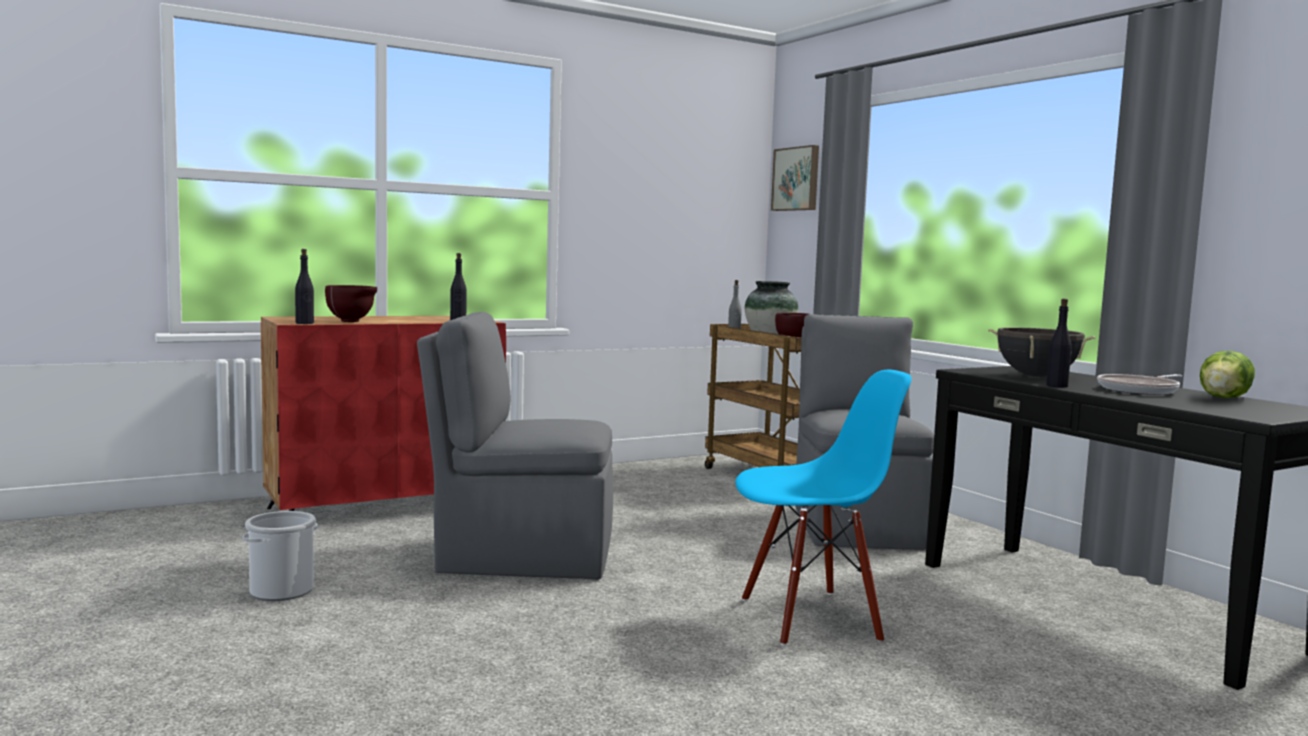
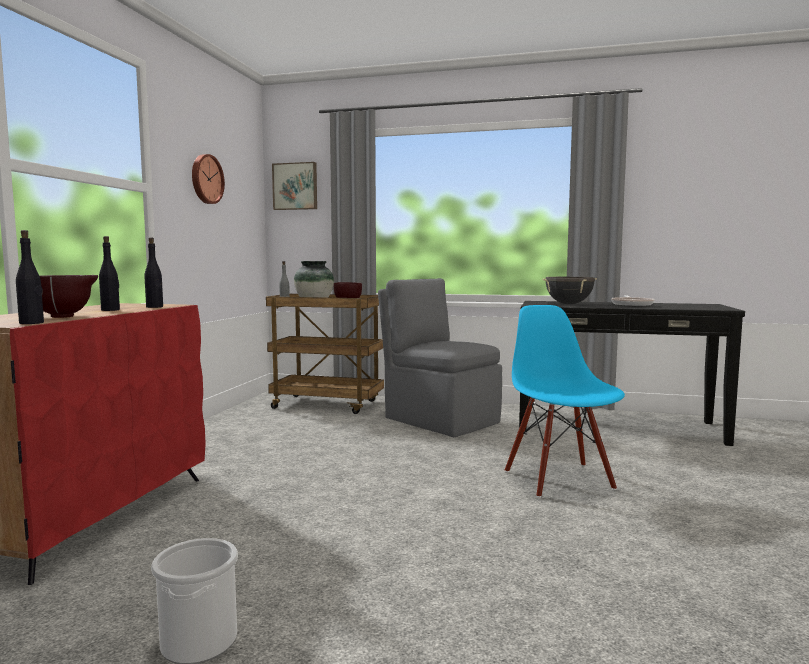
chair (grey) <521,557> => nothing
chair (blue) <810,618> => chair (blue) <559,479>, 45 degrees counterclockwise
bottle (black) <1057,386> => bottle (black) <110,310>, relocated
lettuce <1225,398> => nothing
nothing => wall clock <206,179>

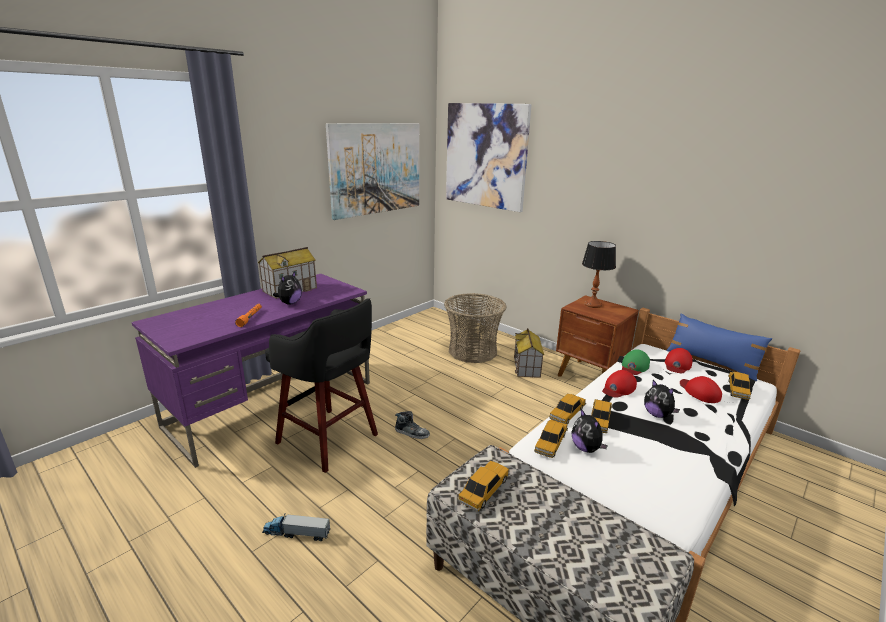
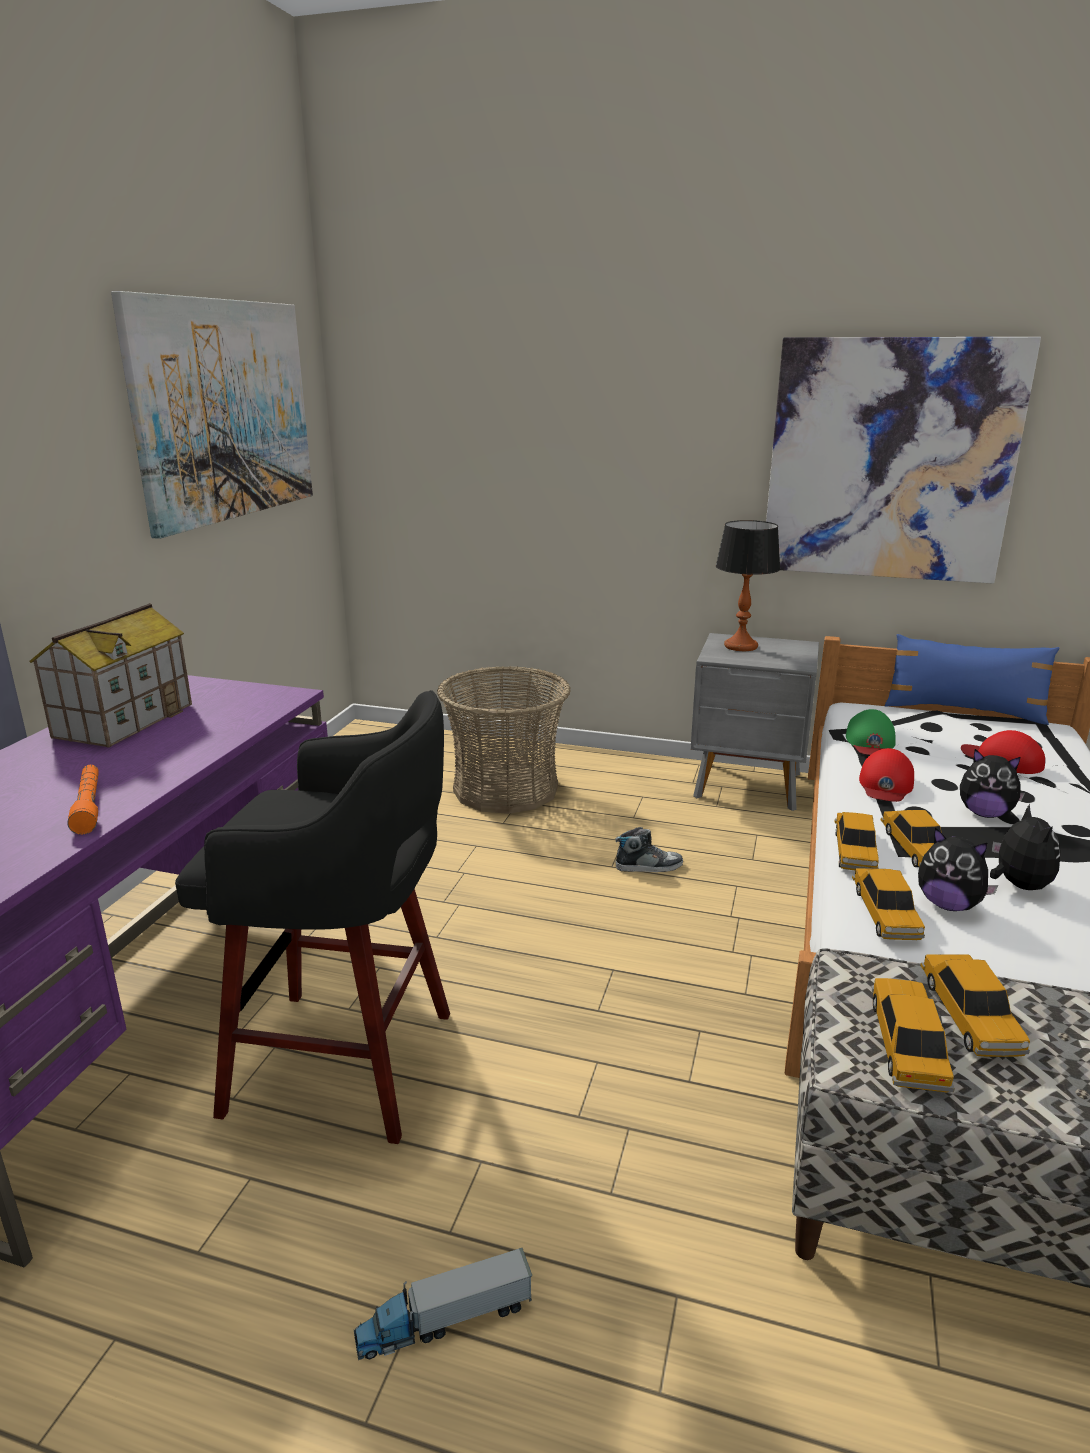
plush toy <289,303> => plush toy <1017,885>, relocated
shoe <412,433> => shoe <648,866>, relocated
picture <485,156> => picture <889,461>, relocated
toy house <527,367> => nothing
nightstand (brown) <590,377> => nightstand (grey) <749,786>
cap (red) <677,365> => nothing
toy car <738,390> => toy car <970,1015>, relocated

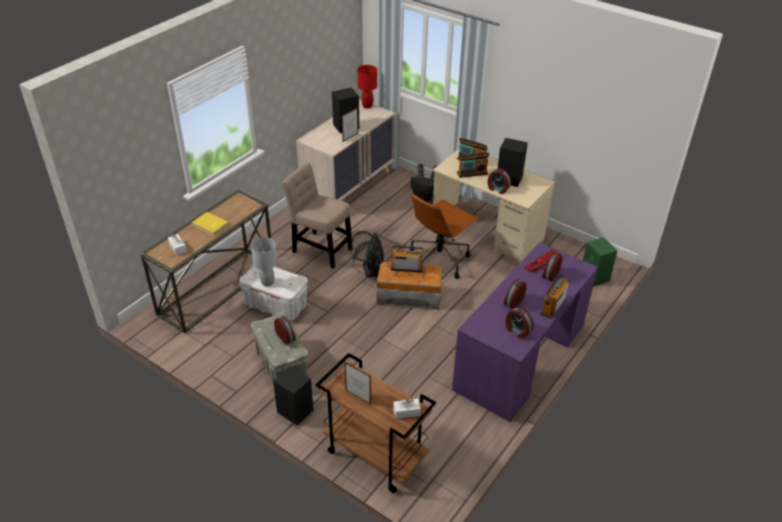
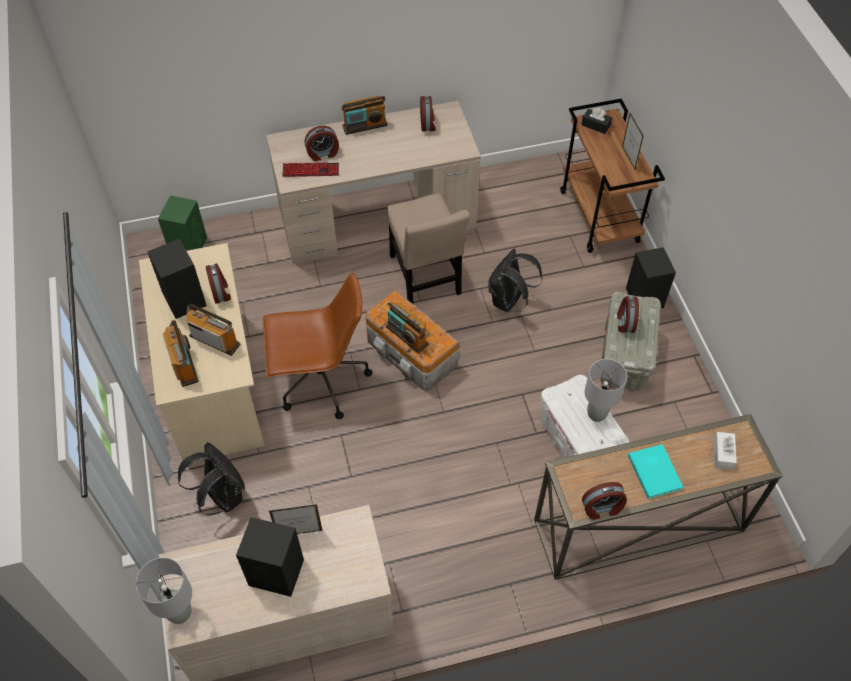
book (yellow) <210,225> => book (turquoise) <655,471>
chair (beige) <320,249> => chair (beige) <425,278>, relocated
backpack (black) <369,271> => backpack (black) <508,301>, relocated
table lamp (red) <367,106> => table lamp (grey) <179,613>
tissue box (white) <406,412> => tissue box (black) <595,125>
desk (purple) <519,357> => desk (beige) <377,218>
alarm clock <513,301> => alarm clock <602,508>, relocated

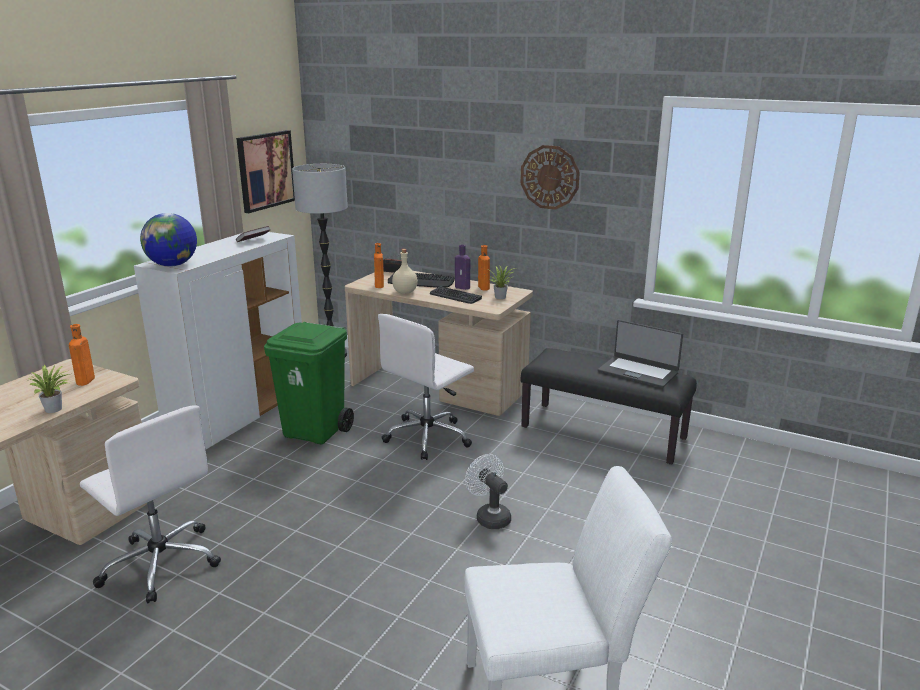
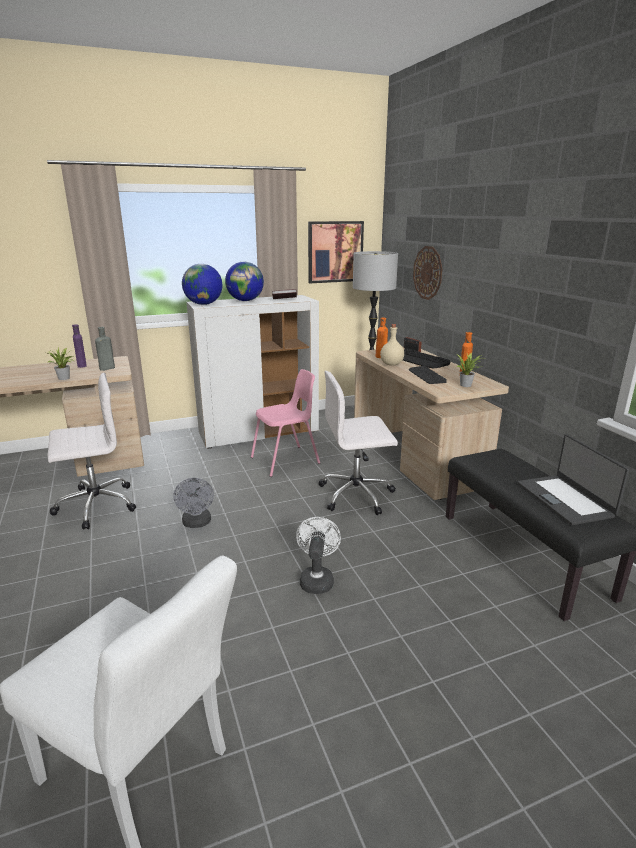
bottle (orange) <85,381> => bottle (grey) <106,369>
office chair (white) <160,563> => office chair (white) <95,505>, 105 degrees counterclockwise
trash can (green) <315,432> => chair (pink) <286,461>
bottle (purple) <463,287> => bottle (purple) <82,365>, relocated
wall clock <549,177> => wall clock <428,273>, relocated
nothing => fan (grey) <197,523>
nothing => globe <245,300>

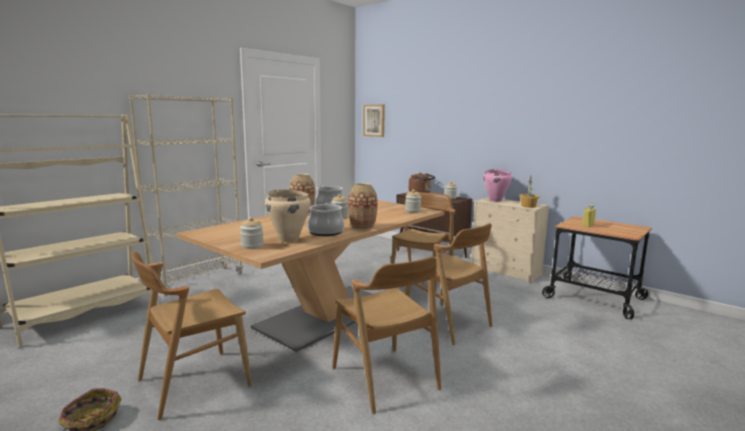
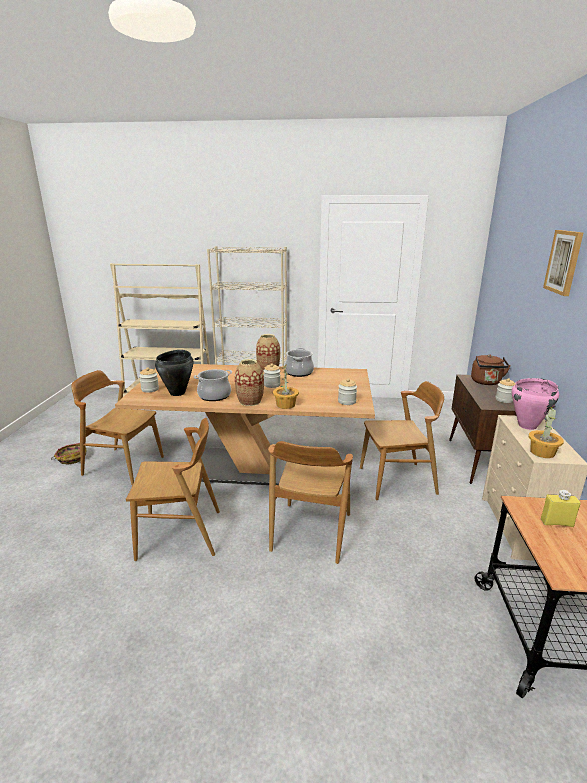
cooking pot (beige) <289,240> => cooking pot (black) <178,393>
chair (brown) <384,379> => chair (brown) <180,534>, 120 degrees counterclockwise
picture <374,120> => picture <564,262>, relocated
nothing => potted plant <286,405>

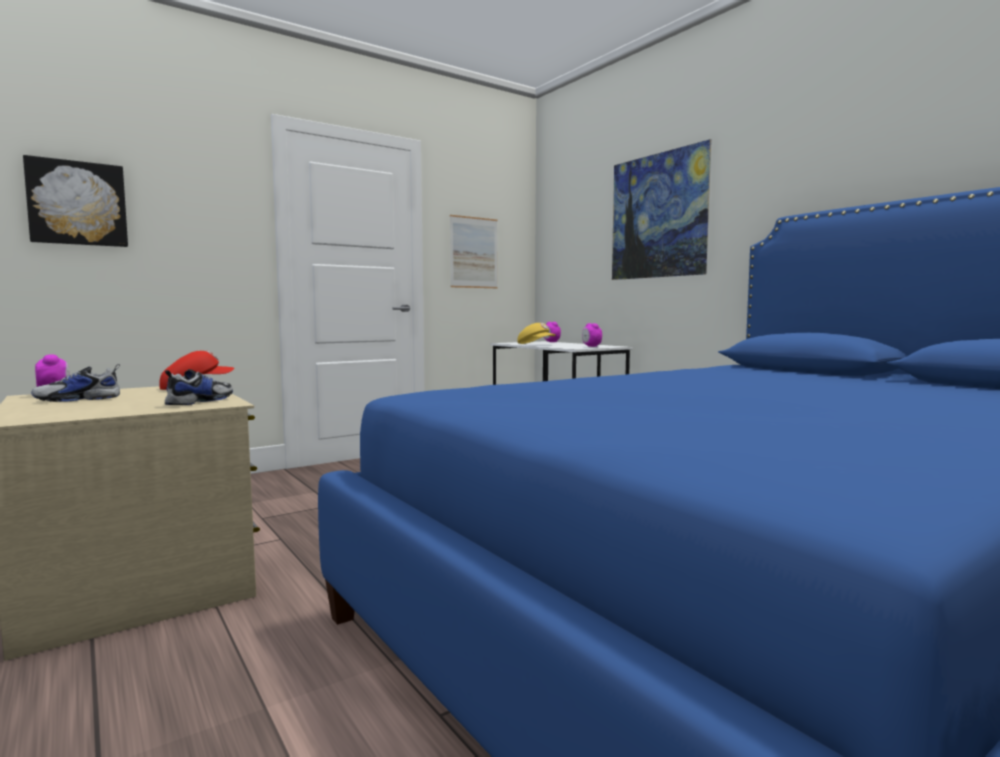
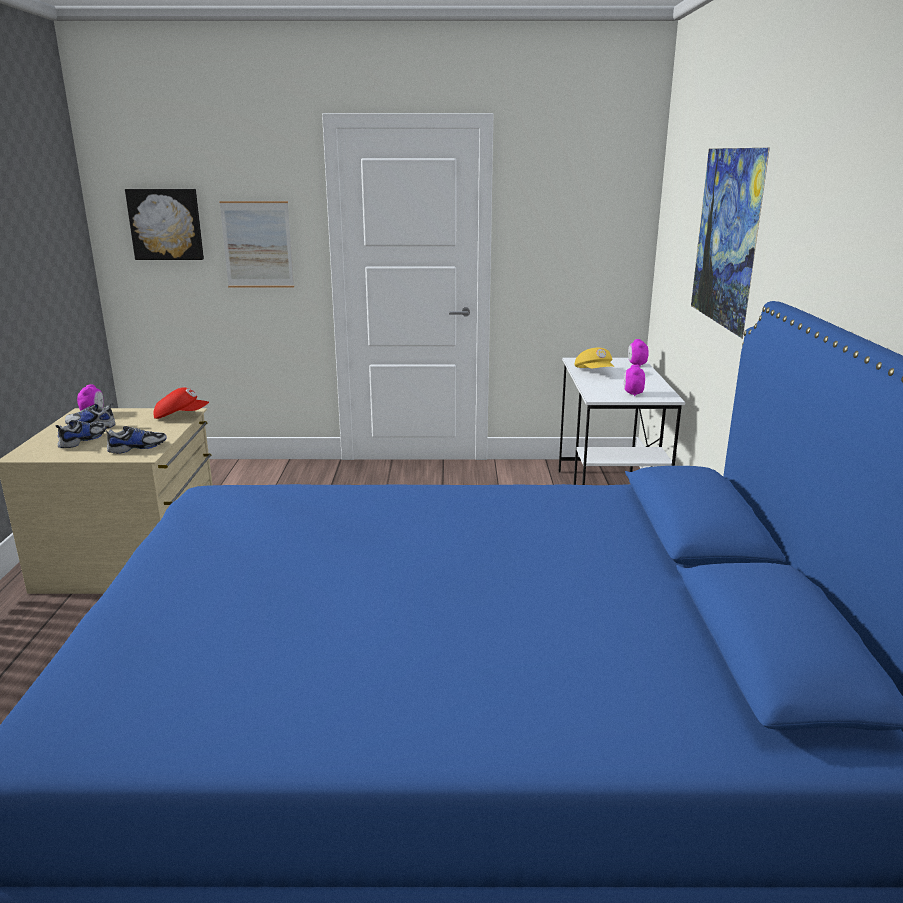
picture <474,252> => picture <257,245>, relocated
nothing => shoe <82,440>

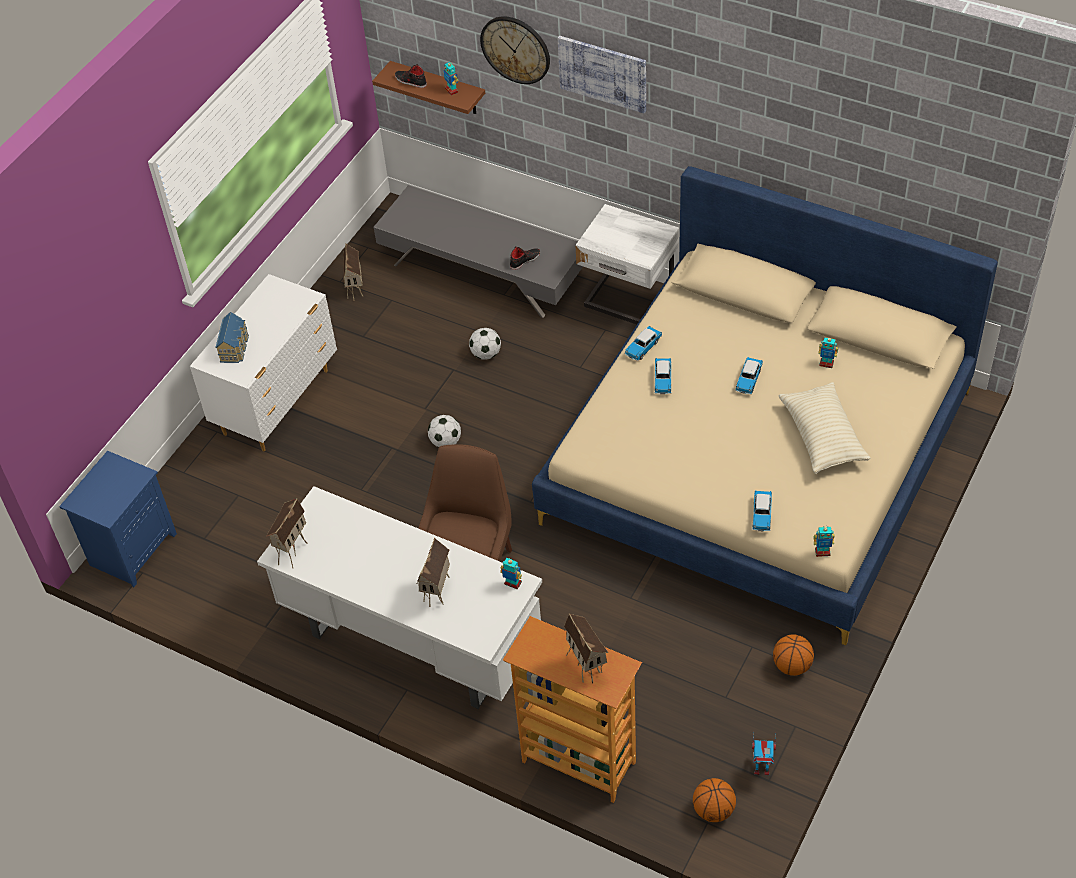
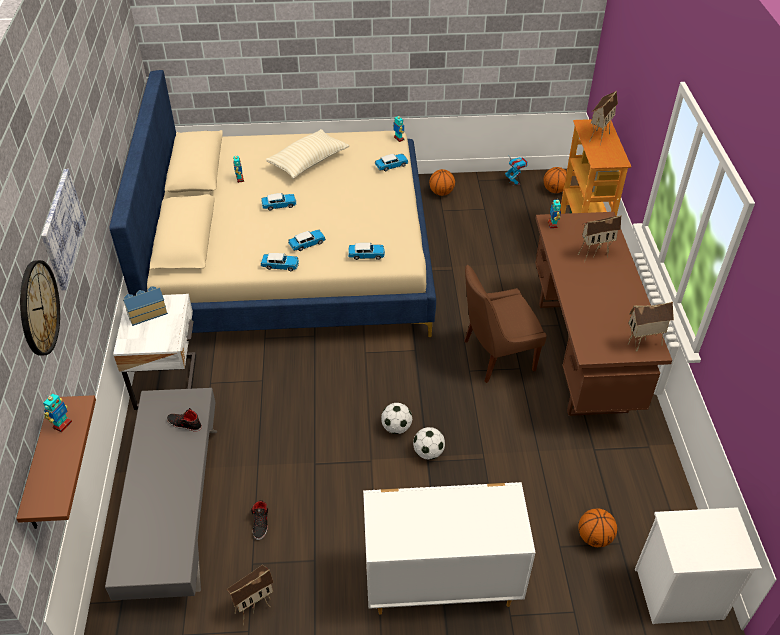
nightstand (blue) <132,548> => nightstand (white) <678,595>
toy house <235,347> => toy house <146,313>, relocated
desk (white) <411,645> => desk (brown) <582,355>
shoe (black) <410,81> => shoe (black) <261,523>, relocated
football <486,354> => football <428,453>, relocated
nothing => toy car <366,255>
nothing => basketball <594,537>

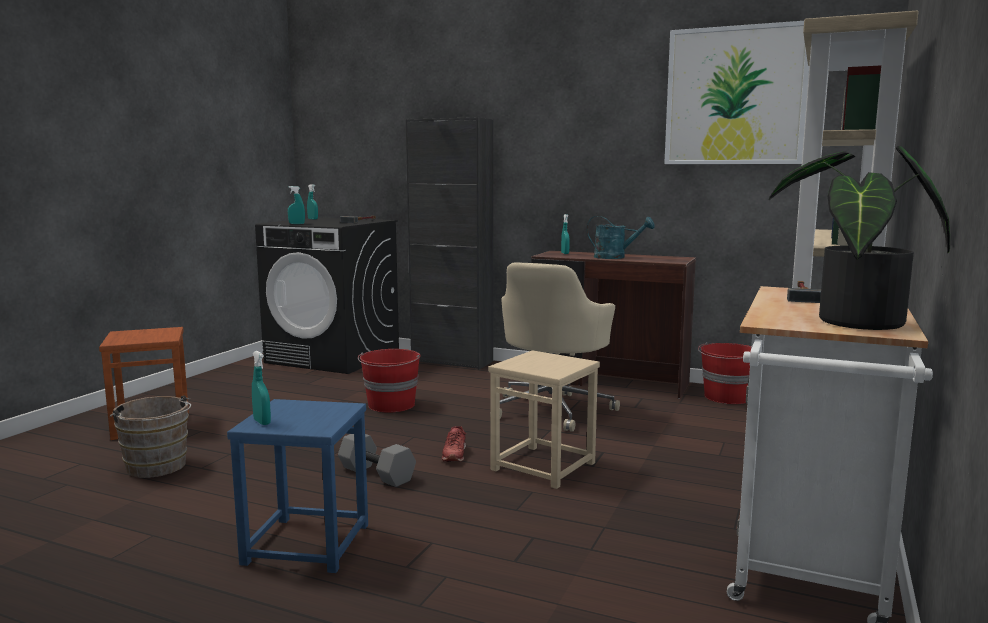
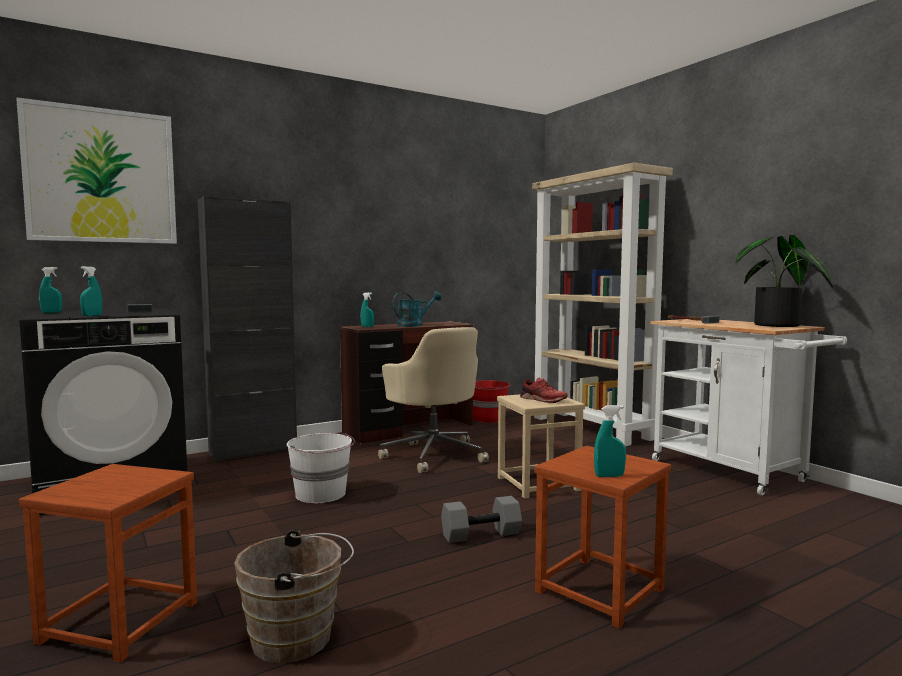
stool (blue) <306,544> => stool (brown) <600,591>
bucket (red) <391,405> => bucket (white) <321,494>
shoe (red) <454,454> => shoe (red) <542,399>, relocated
picture <735,96> => picture <101,176>, relocated

